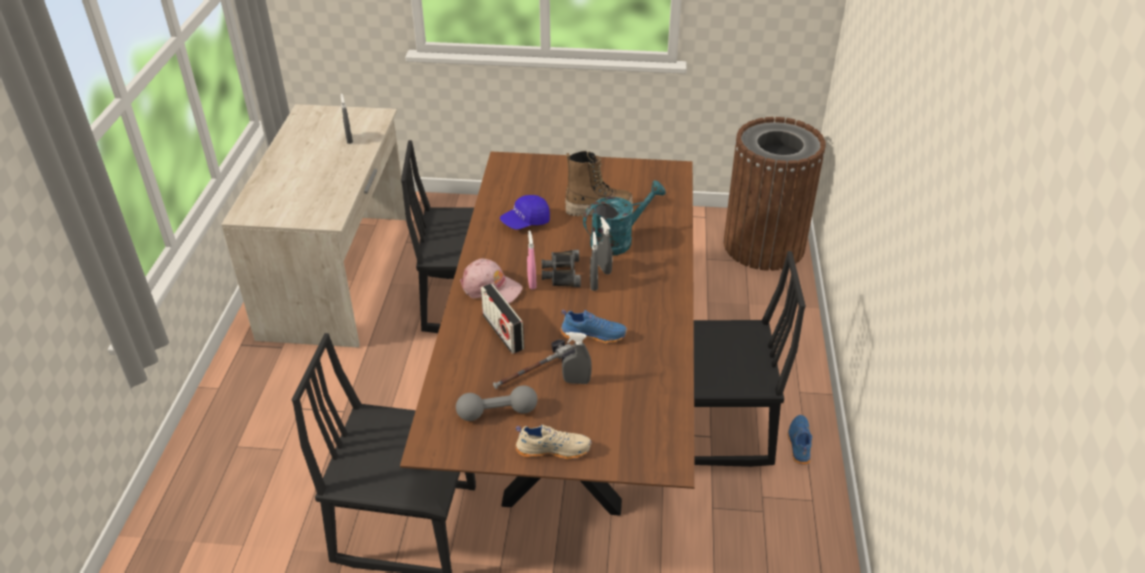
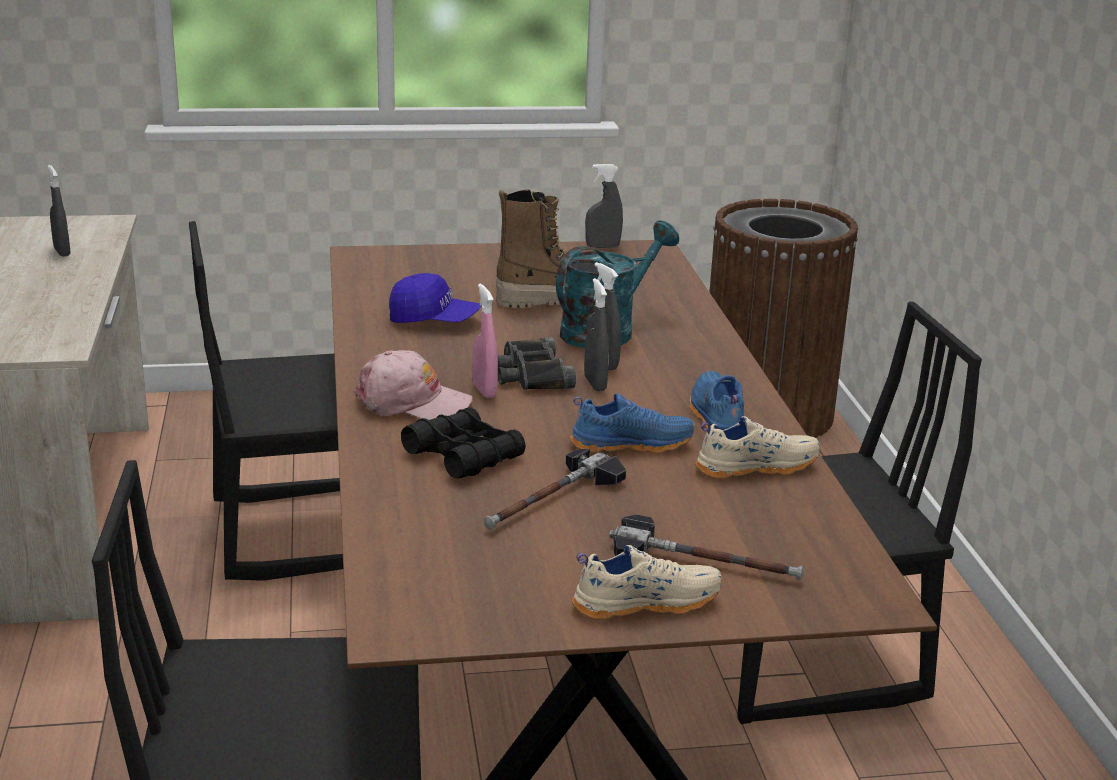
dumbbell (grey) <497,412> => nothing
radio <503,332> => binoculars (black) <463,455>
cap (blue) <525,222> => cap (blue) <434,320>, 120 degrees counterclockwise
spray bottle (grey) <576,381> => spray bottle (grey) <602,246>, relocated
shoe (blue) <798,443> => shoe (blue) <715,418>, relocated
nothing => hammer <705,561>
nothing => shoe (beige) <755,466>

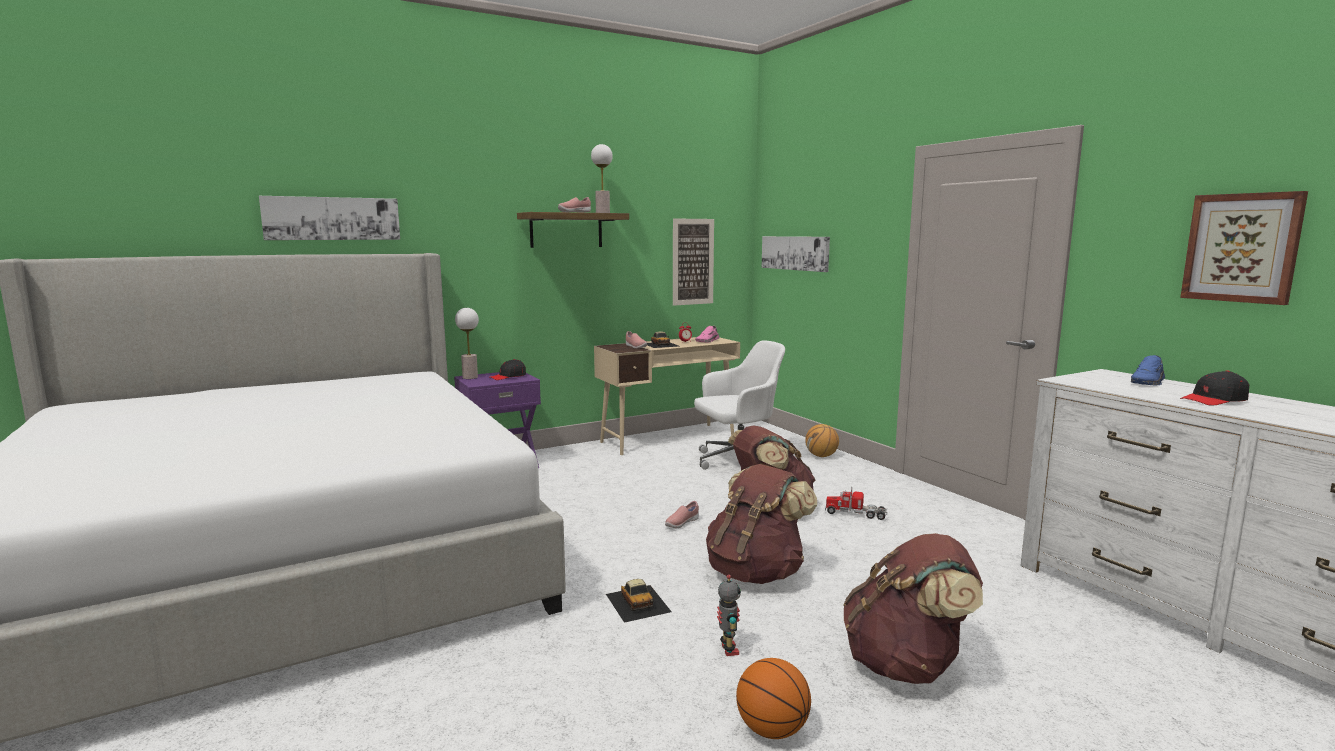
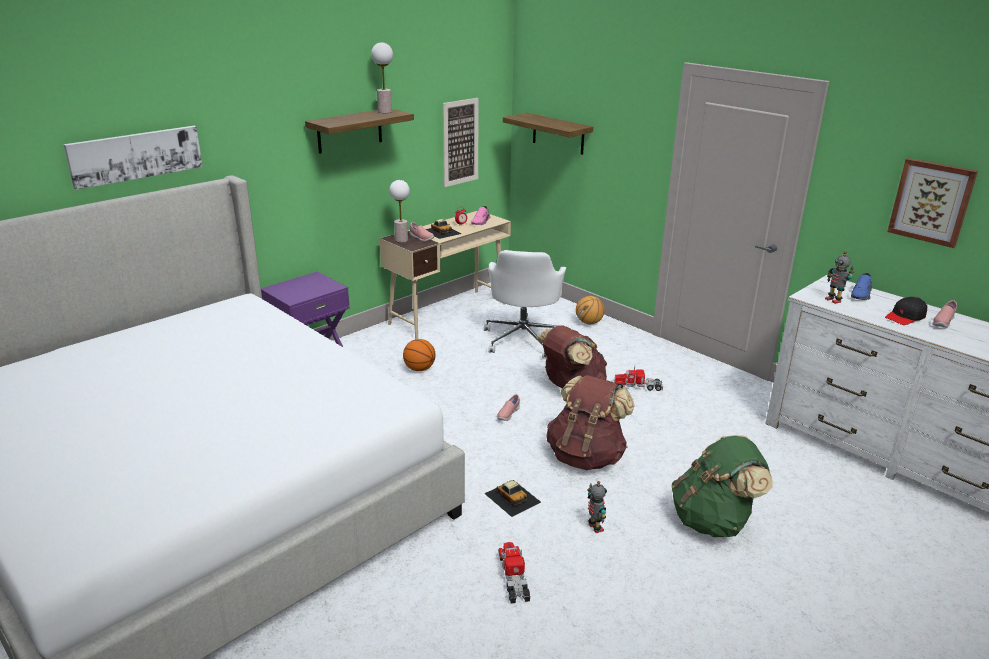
table lamp <470,377> => table lamp <401,240>, relocated
cap (black) <508,377> => nothing
shoe (pink) <574,212> => shoe (pink) <942,322>, relocated
office chair (white) <738,463> => office chair (white) <523,338>, 135 degrees clockwise
basketball <772,730> => basketball <419,369>, relocated
picture <795,253> => shelf <558,134>
backpack (brown) <906,665> => backpack (green) <713,521>
nothing => toy truck <514,577>
nothing => toy robot <833,300>

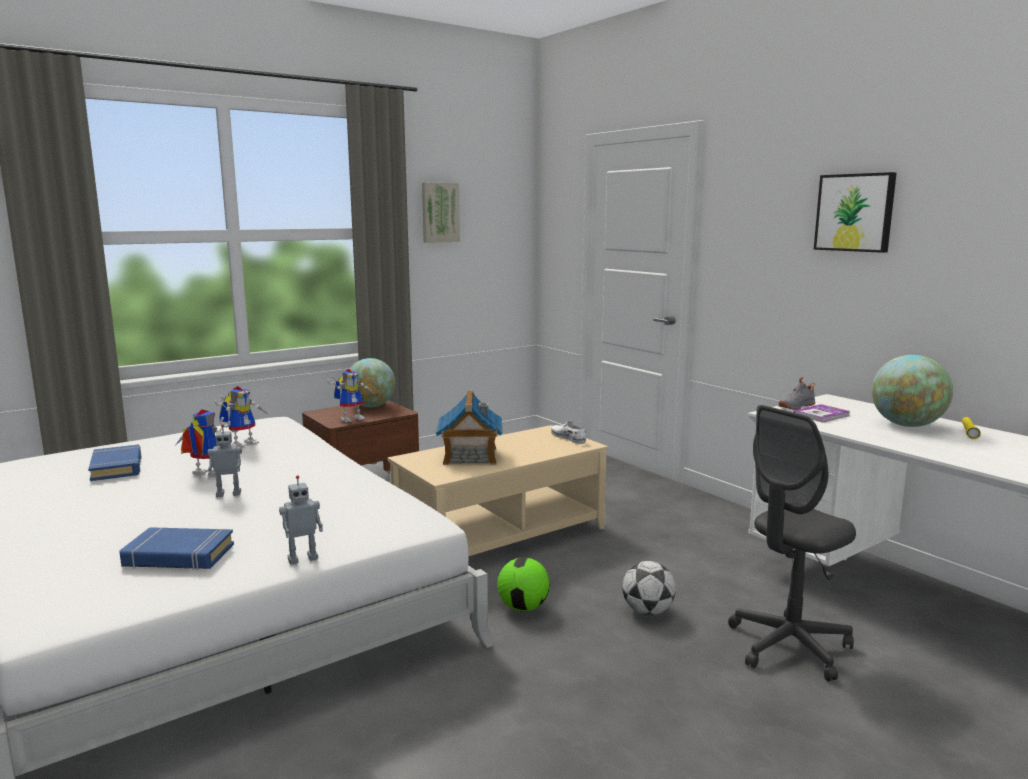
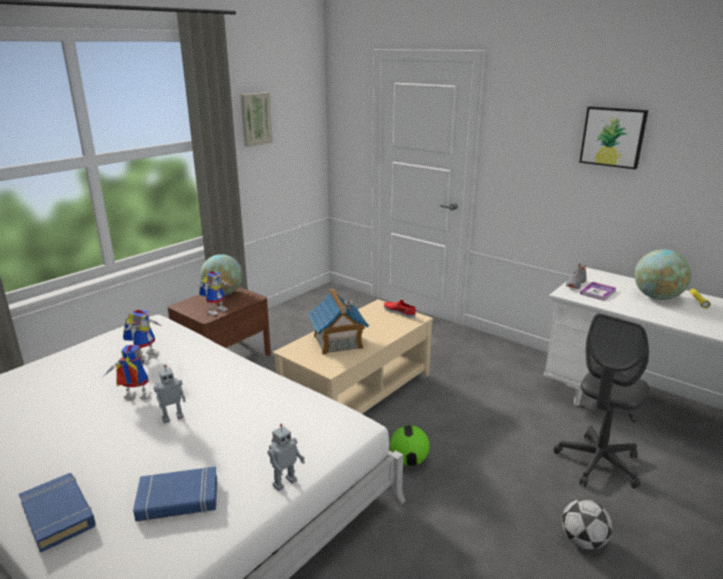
book (blue) <117,468> => book (blue) <58,515>, relocated
shoe (white) <568,437> => shoe (red) <399,312>
football <647,611> => football <583,541>, relocated

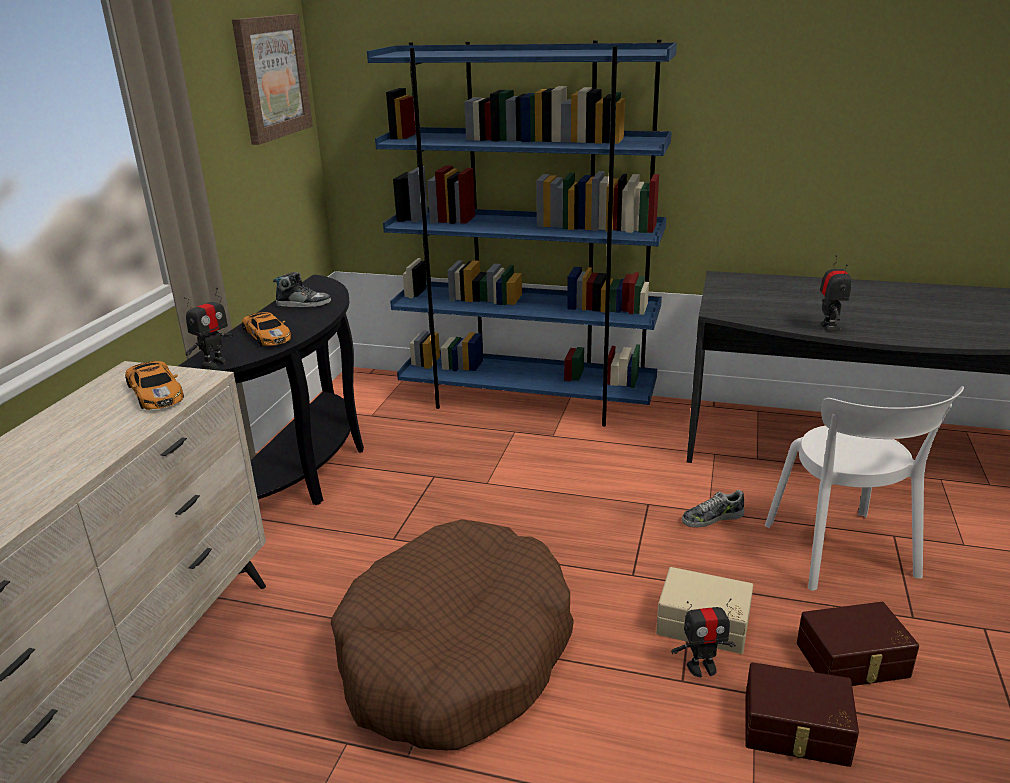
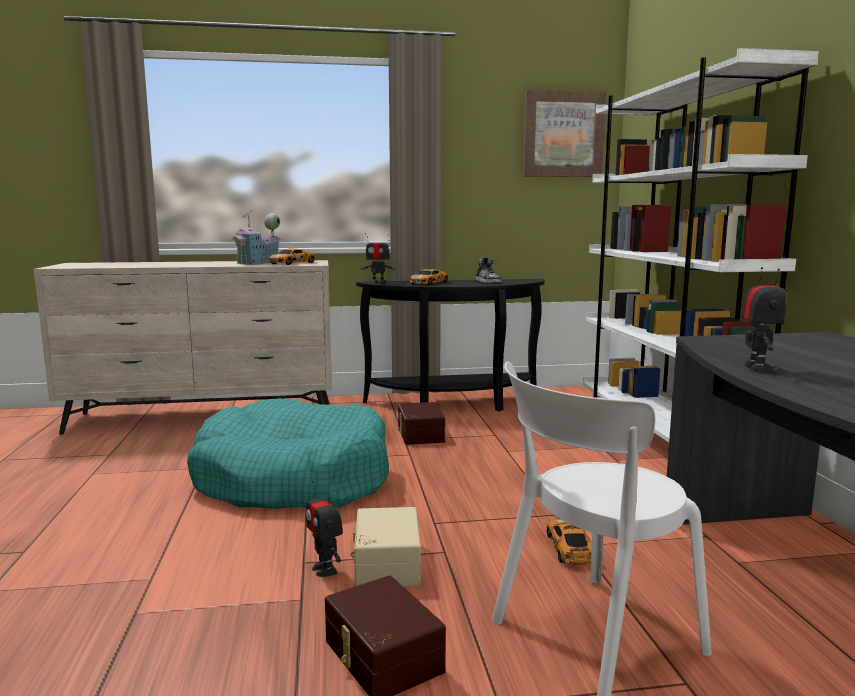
dog bed (brown) <456,655> => dog bed (turquoise) <293,479>
bookcase (blue) <527,401> => bookcase (white) <660,441>
shoe <712,518> => toy car <570,548>
storage box (brown) <796,731> => storage box (brown) <419,434>, relocated
toy robot <829,328> => toy robot <757,368>, 60 degrees counterclockwise
nothing => toy house <259,263>

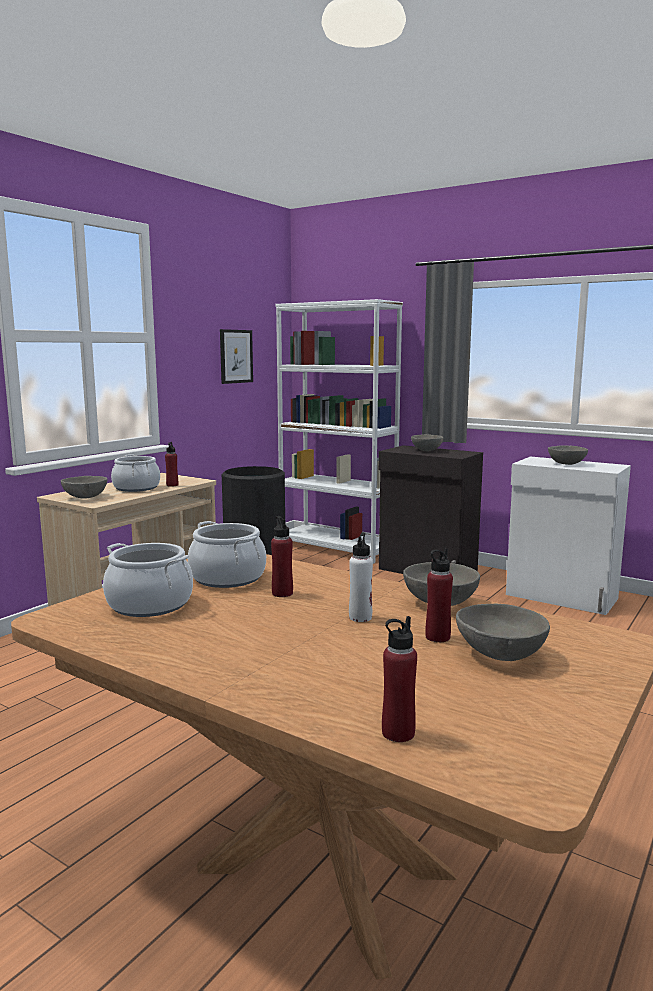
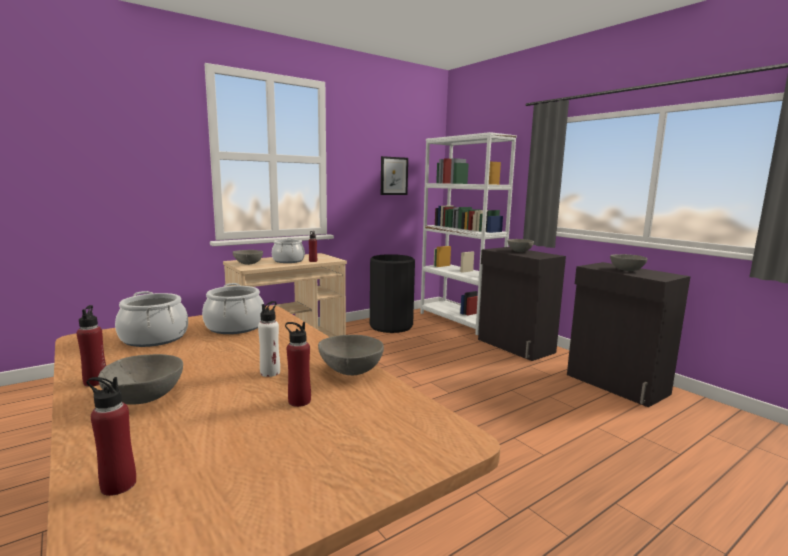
bottle (red) <282,593> => bottle (red) <96,381>, relocated
bowl (grey) <501,655> => bowl (grey) <144,398>, relocated
cabinet (white) <561,597> => cabinet (black) <616,385>

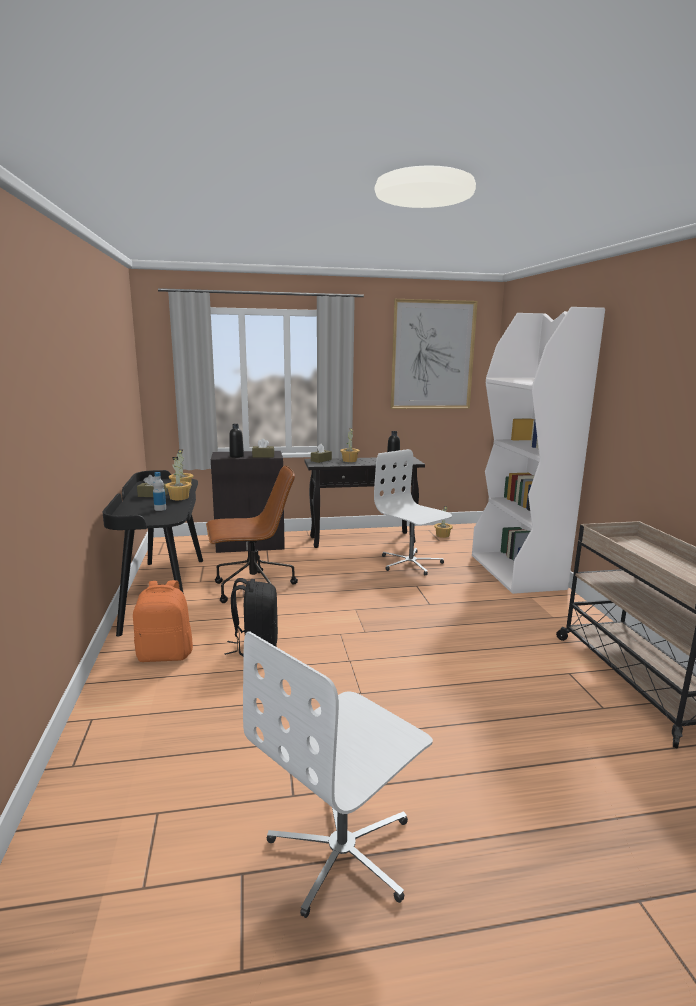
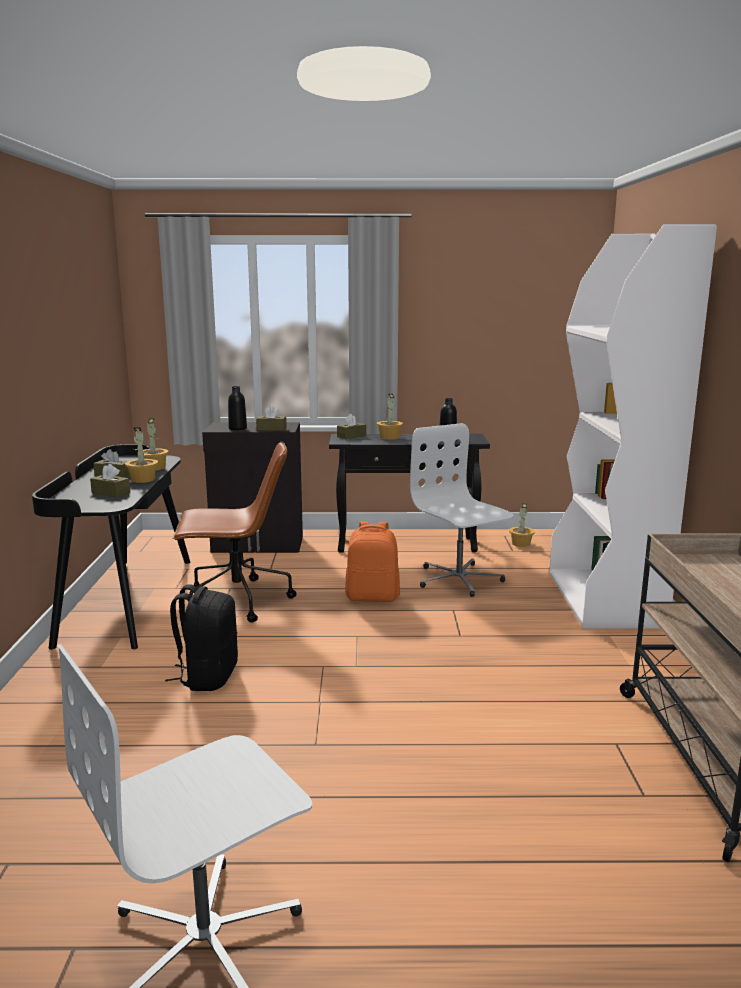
backpack (orange) <165,655> => backpack (orange) <373,597>, relocated
bottle <160,509> => tissue box (brown) <111,493>
picture <432,355> => nothing

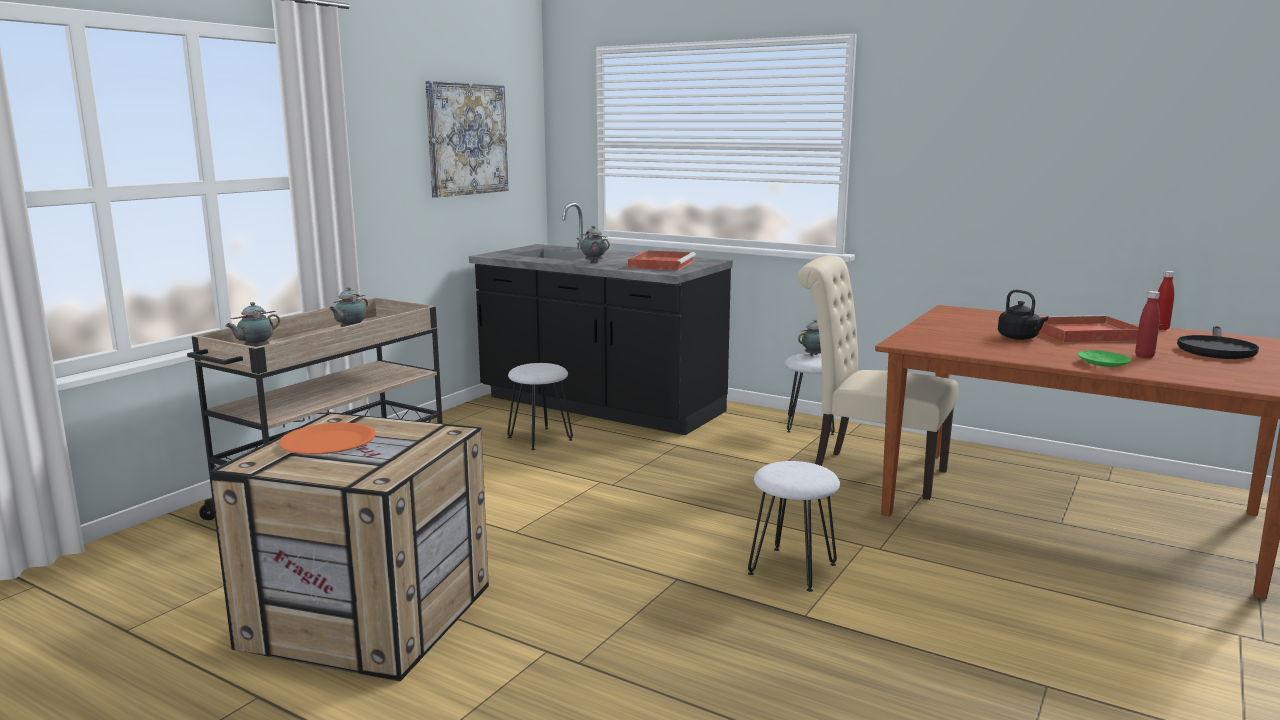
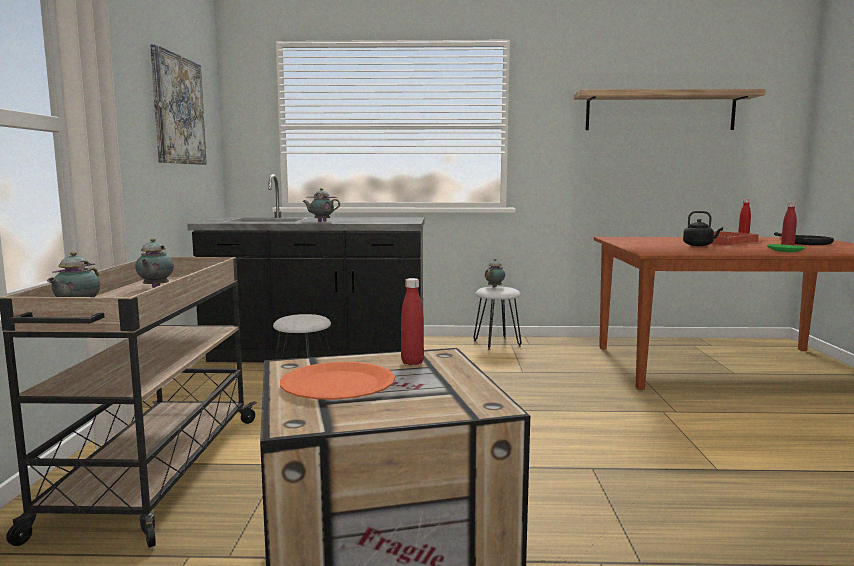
tray (red) <661,264> => nothing
stool (white) <793,569> => nothing
chair (beige) <870,472> => nothing
nothing => bottle (red) <412,362>
nothing => shelf <660,111>

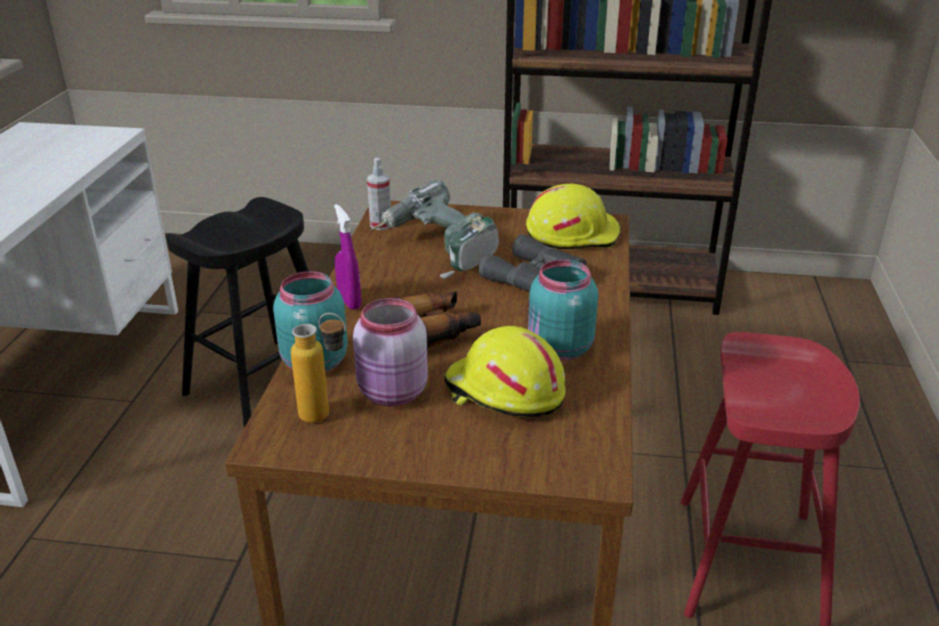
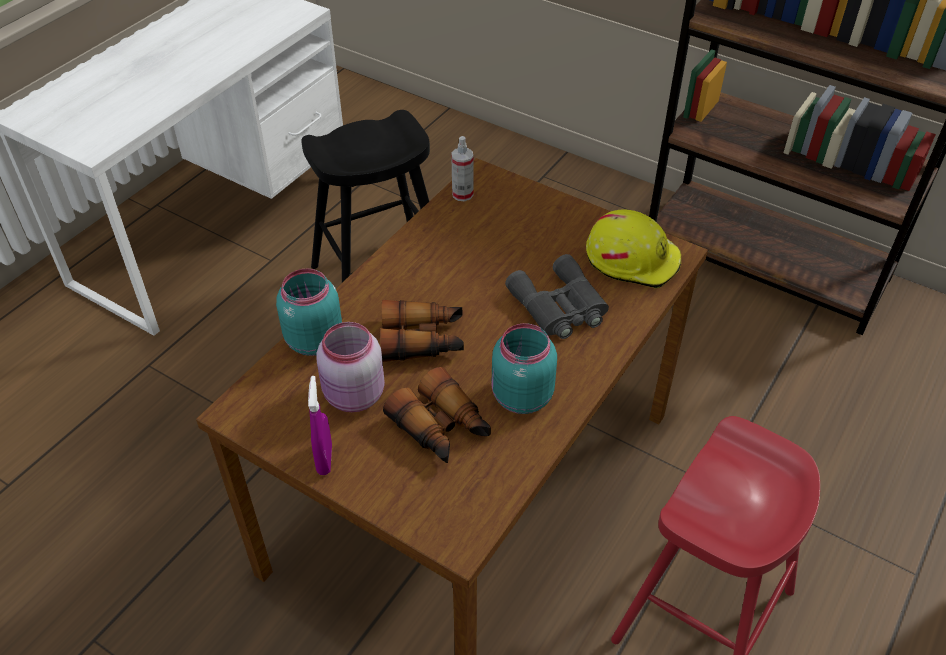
bottle <326,416> => nothing
spray bottle (purple) <349,301> => spray bottle (purple) <324,459>, relocated
power drill <437,250> => nothing
hard hat (yellow) <504,393> => binoculars <441,428>

